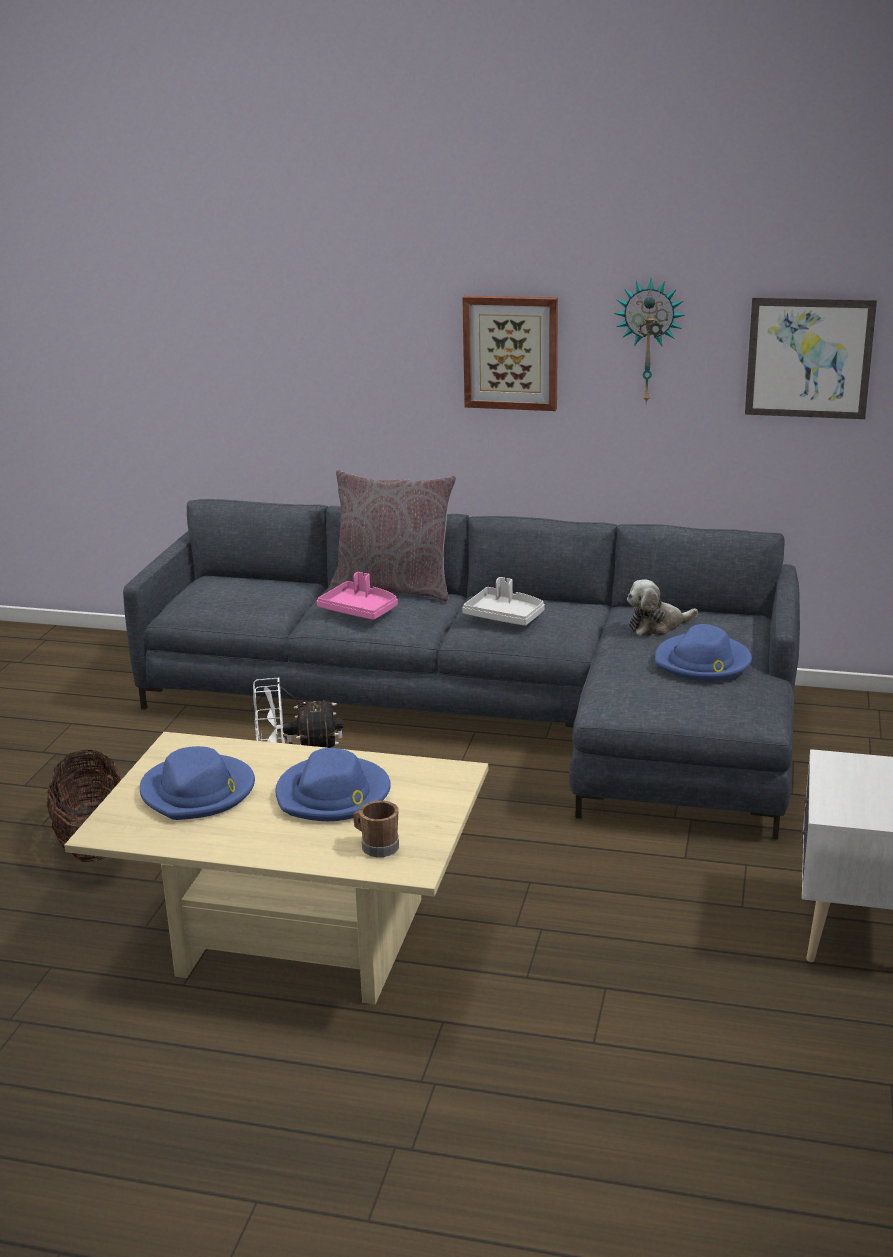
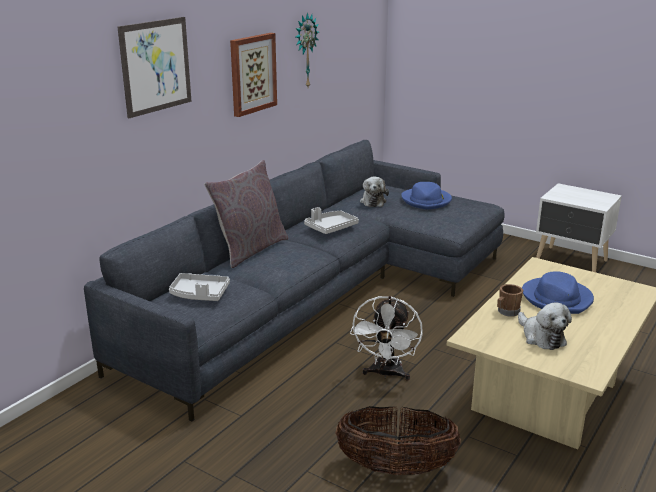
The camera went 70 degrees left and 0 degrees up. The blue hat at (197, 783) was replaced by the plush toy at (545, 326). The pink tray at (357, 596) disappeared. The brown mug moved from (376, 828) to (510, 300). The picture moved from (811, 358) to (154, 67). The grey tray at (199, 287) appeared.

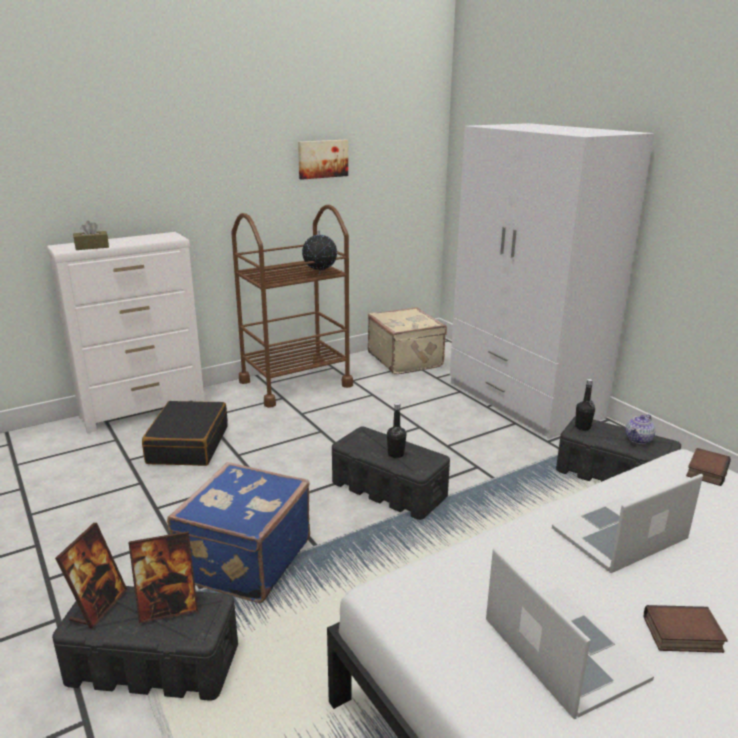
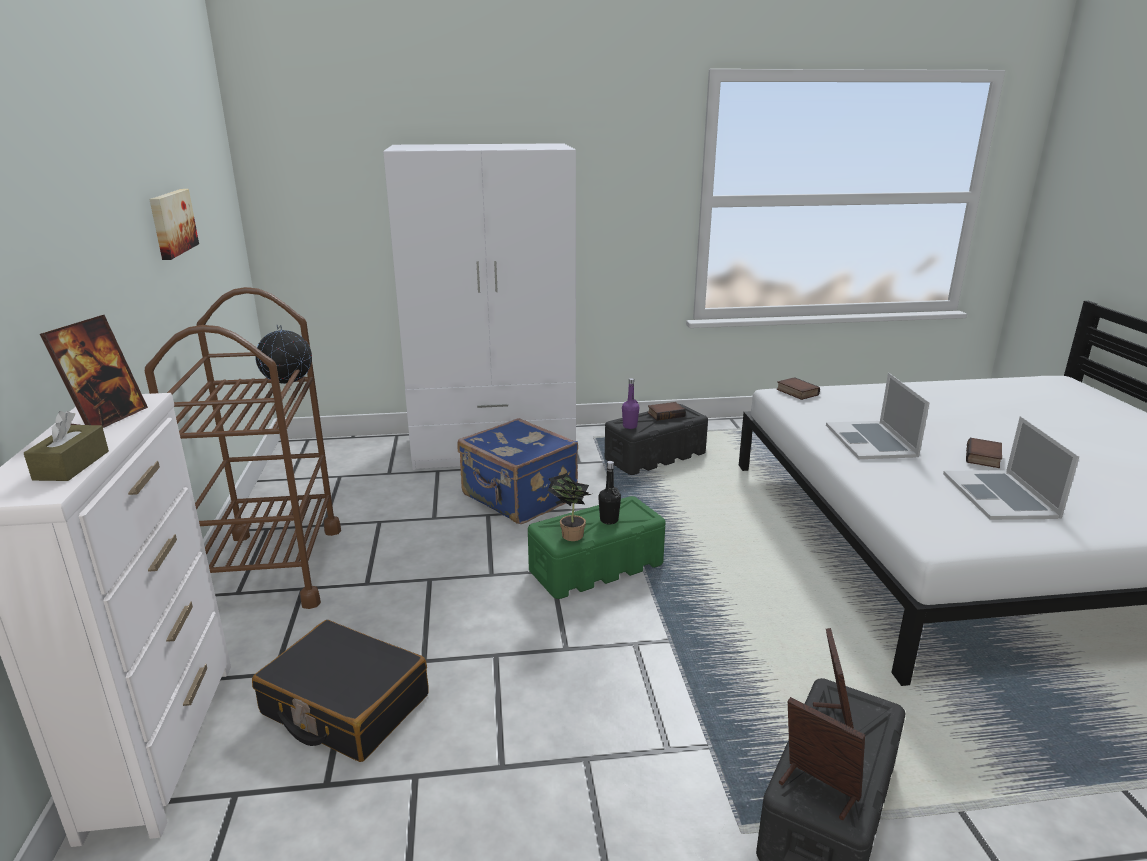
The camera went 65 degrees left and 0 degrees up. The blue suitcase moved from (238, 532) to (517, 471). The black storage box at (391, 473) became the green storage box at (596, 547). The beige suitcase at (407, 340) disappeared. The laptop at (570, 633) turned 90 degrees counterclockwise. The black bottle at (585, 405) became the purple bottle at (630, 403). The teapot at (640, 429) was replaced by the book at (667, 411). The picture frame at (94, 371) appeared. The potted plant at (569, 507) appeared.

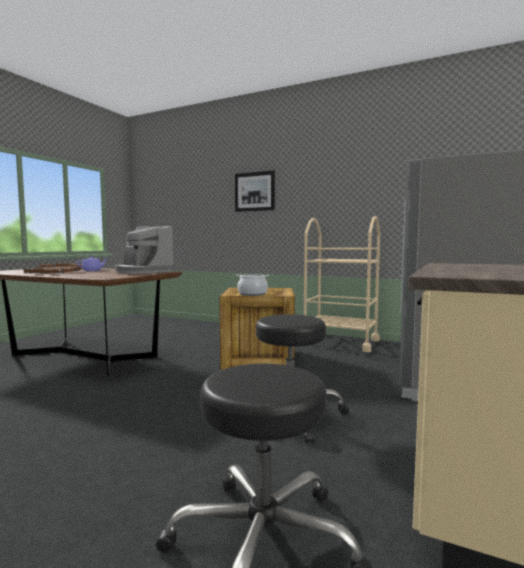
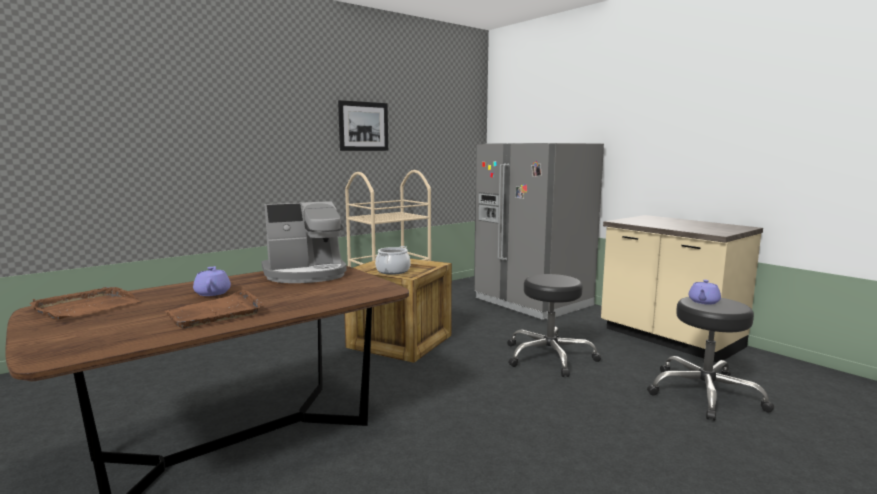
The camera went 65 degrees left and 5 degrees up. The picture moved from (255, 191) to (363, 125). The purple teapot at (705, 292) appeared.

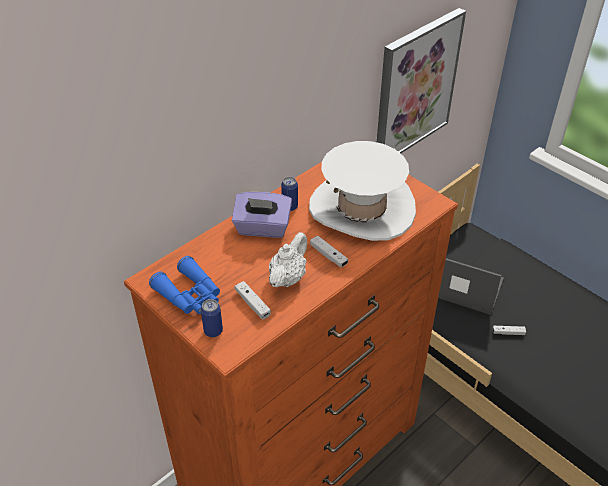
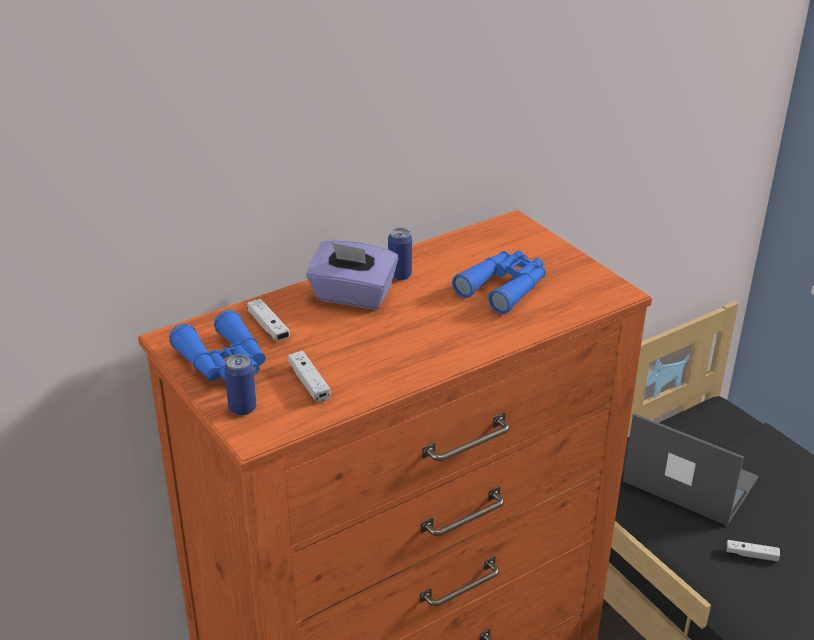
The camera went 10 degrees right and 10 degrees down. The white teapot at (288, 260) disappeared. The white hat at (362, 191) was replaced by the blue binoculars at (499, 282). The white game controller moved from (329, 251) to (268, 320). The picture at (421, 80) disappeared.

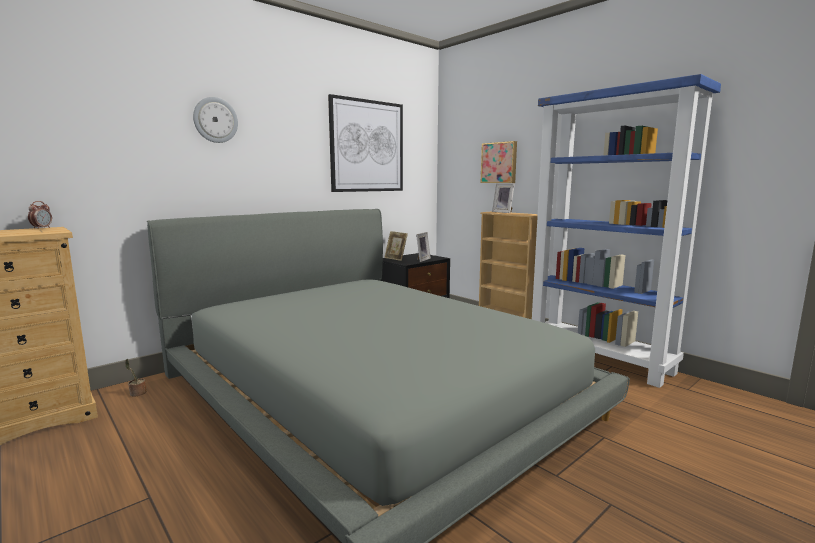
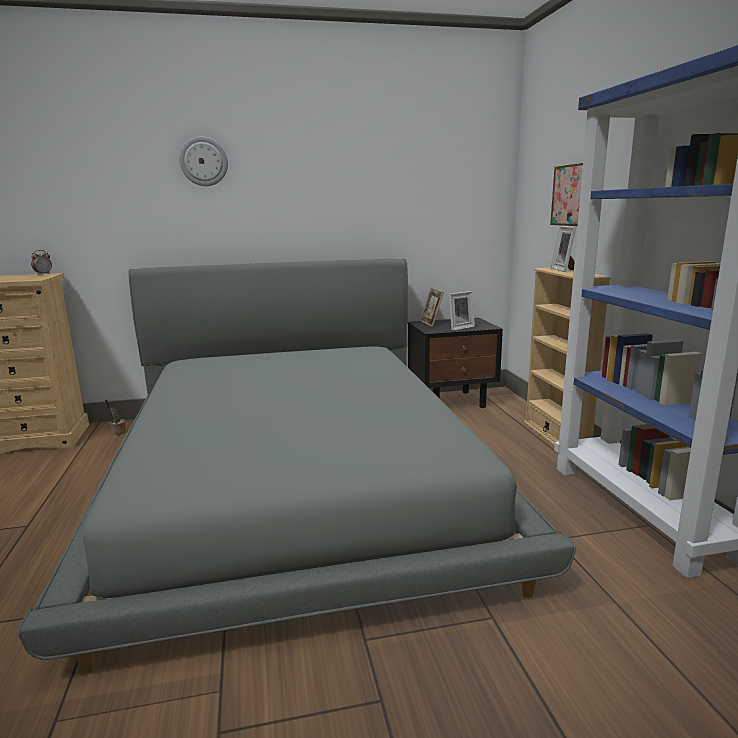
The camera went 30 degrees right and 5 degrees up. The picture at (365, 143) disappeared.

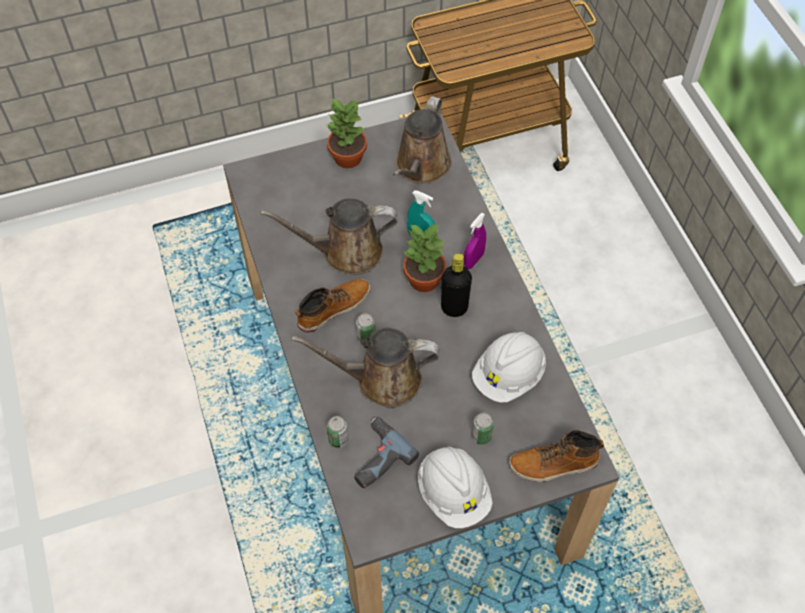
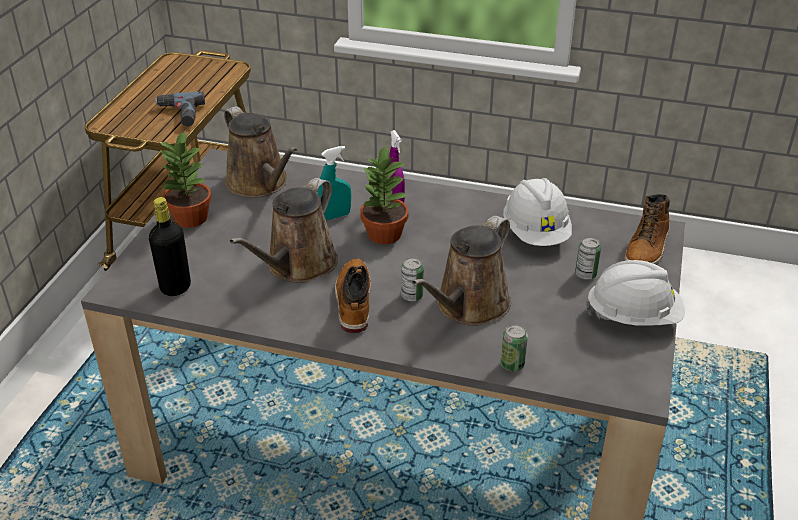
The camera went 55 degrees left and 20 degrees down. The power drill moved from (386, 453) to (179, 109). The black bottle moved from (456, 285) to (170, 246).

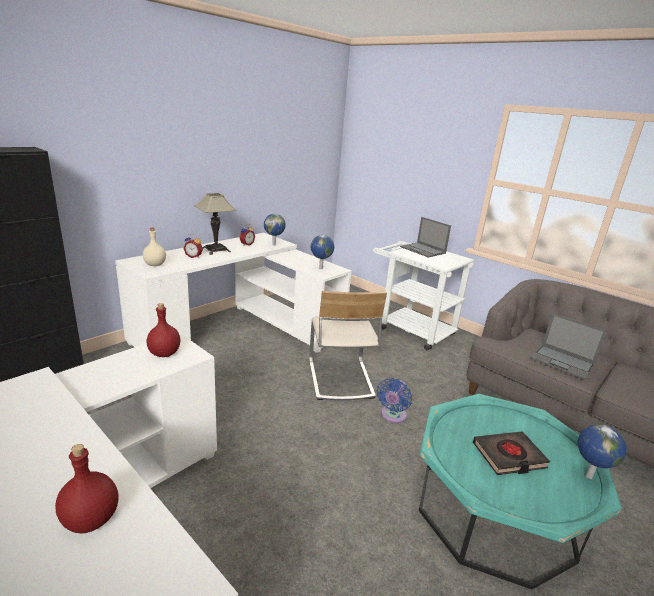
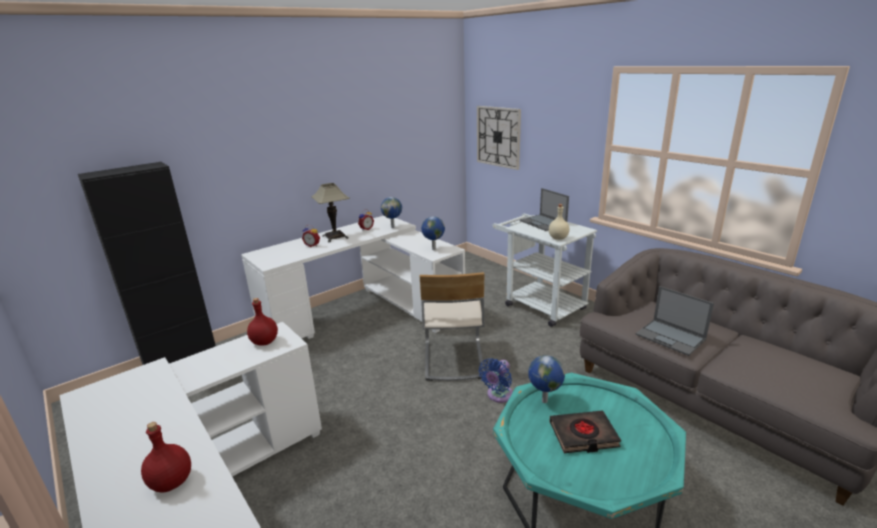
The camera went 10 degrees right and 0 degrees up. The beige bottle moved from (154, 247) to (559, 222). The globe moved from (602, 451) to (546, 379). The wall clock at (499, 138) appeared.

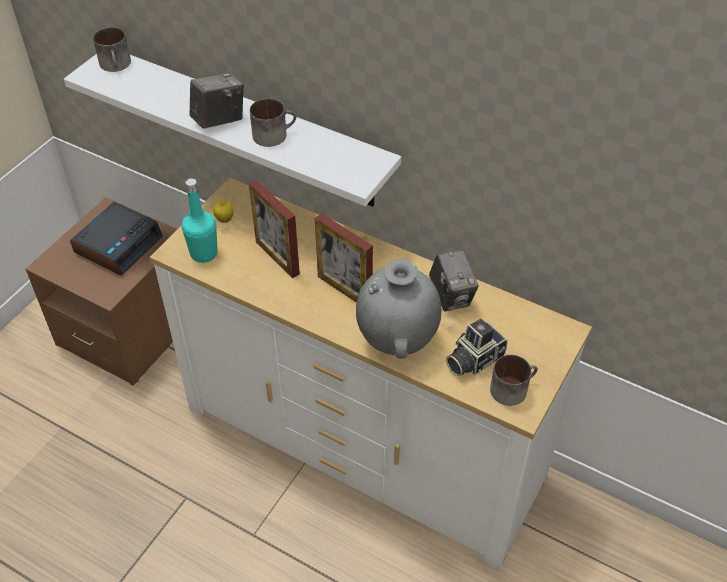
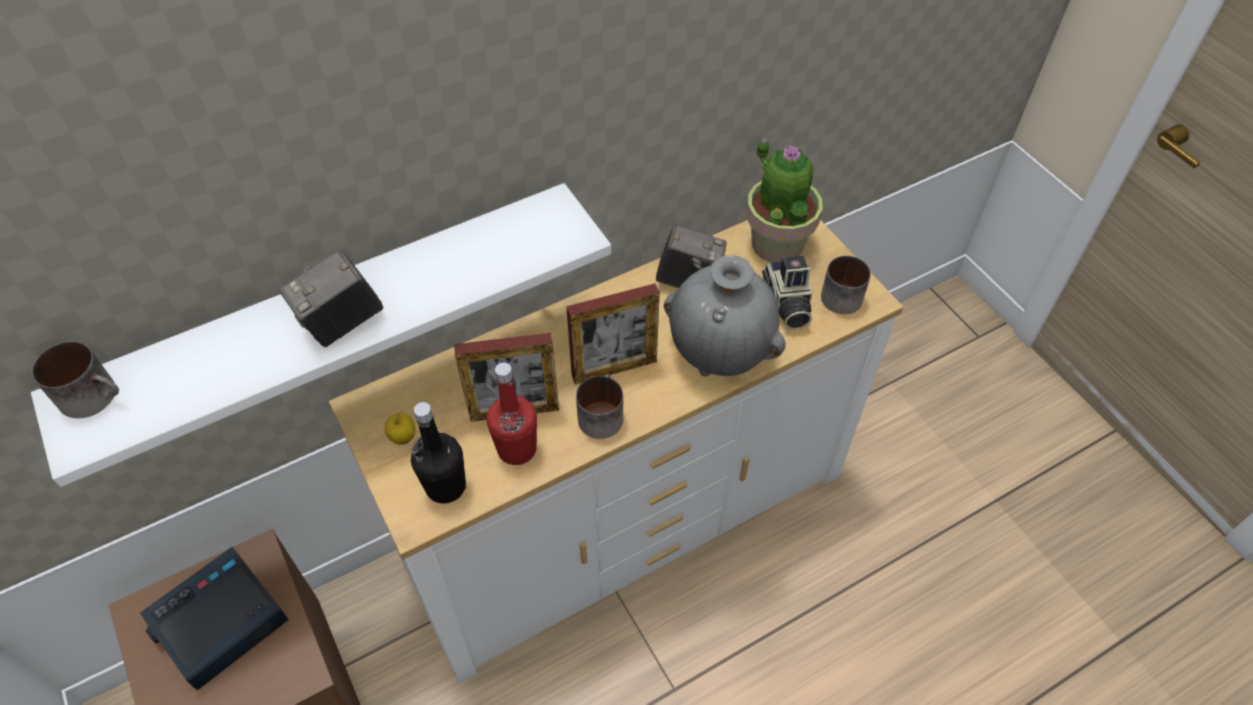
The camera went 60 degrees left and 5 degrees up. The alarm clock at (116, 239) turned 105 degrees counterclockwise. The turquoise bottle at (200, 220) became the black bottle at (438, 453). The photo camera at (217, 101) turned 120 degrees counterclockwise. The mug moved from (273, 122) to (599, 406). The red bottle at (512, 414) appeared. The potted plant at (784, 200) appeared.

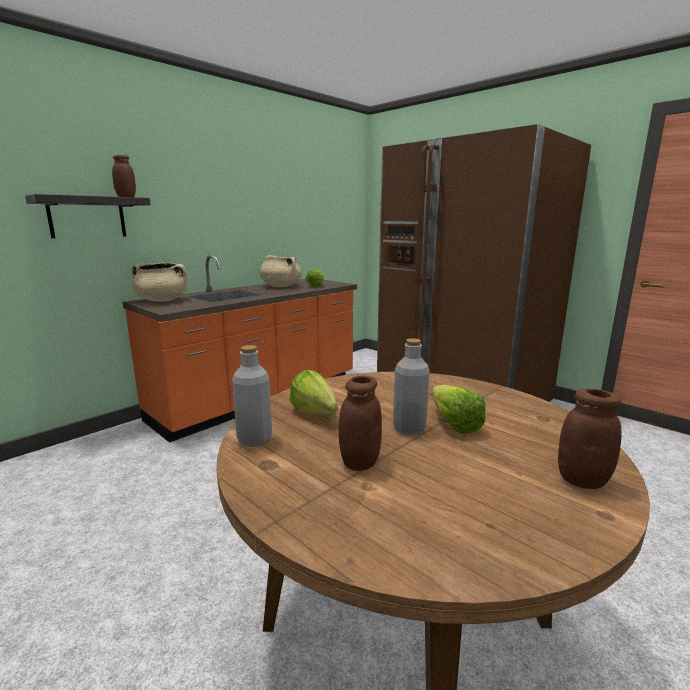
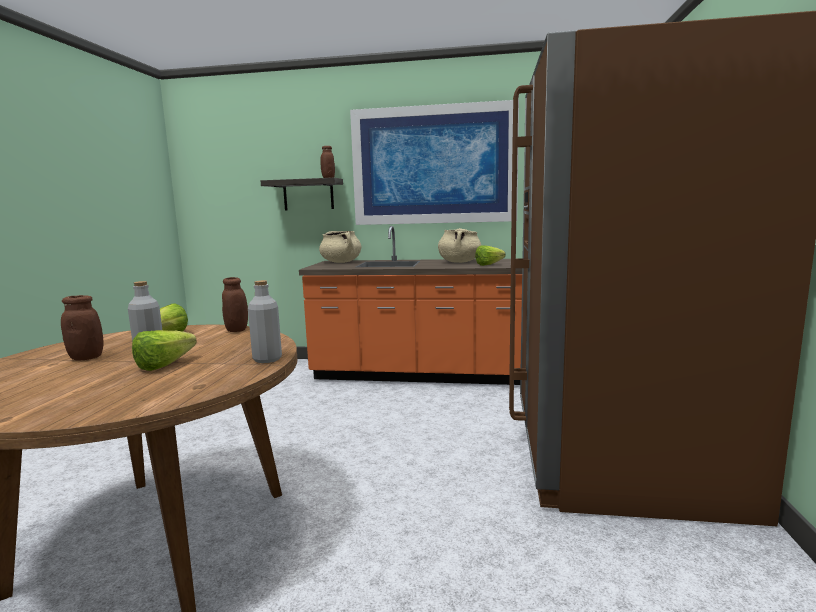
The camera went 55 degrees right and 5 degrees down. The grey bottle moved from (252, 396) to (265, 321). The brown jar moved from (589, 438) to (235, 304). The picture at (434, 162) appeared.

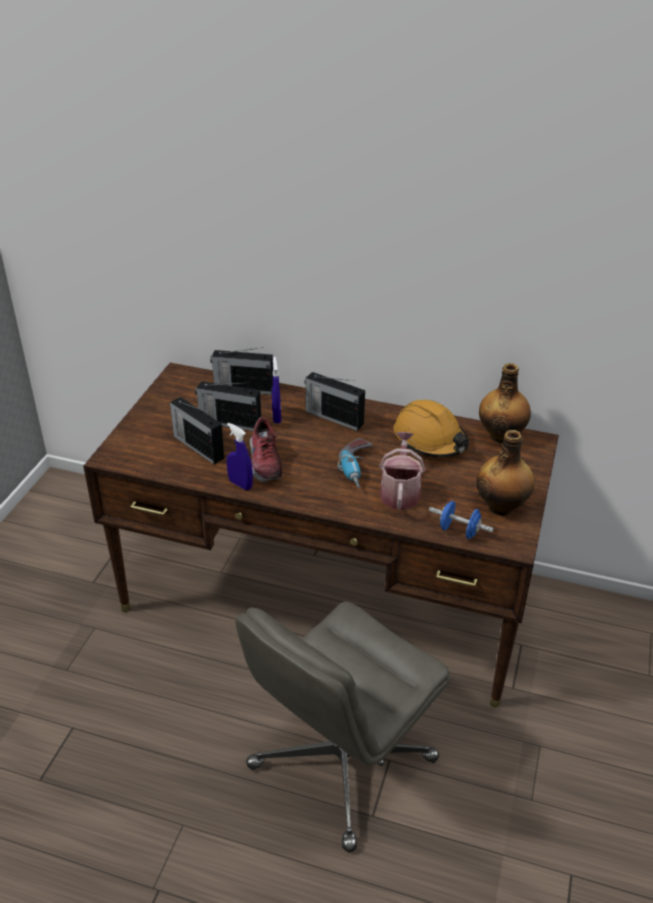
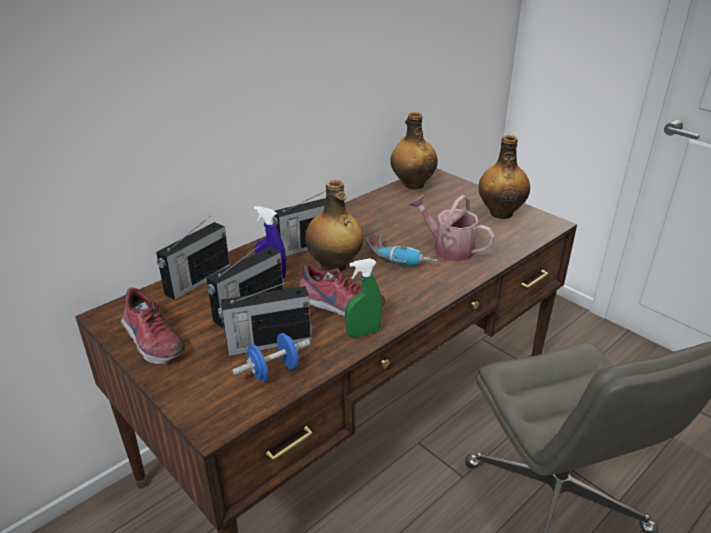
The camera went 60 degrees left and 5 degrees down. The blue spray bottle at (240, 456) became the green spray bottle at (363, 298). The orange hard hat at (431, 428) disappeared. The blue dumbbell moved from (461, 520) to (271, 357). The shoe at (153, 326) appeared. The bottle at (334, 226) appeared.

